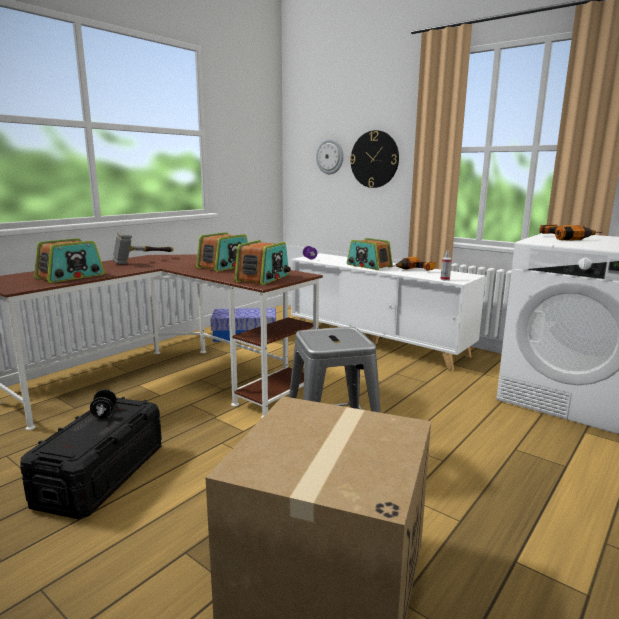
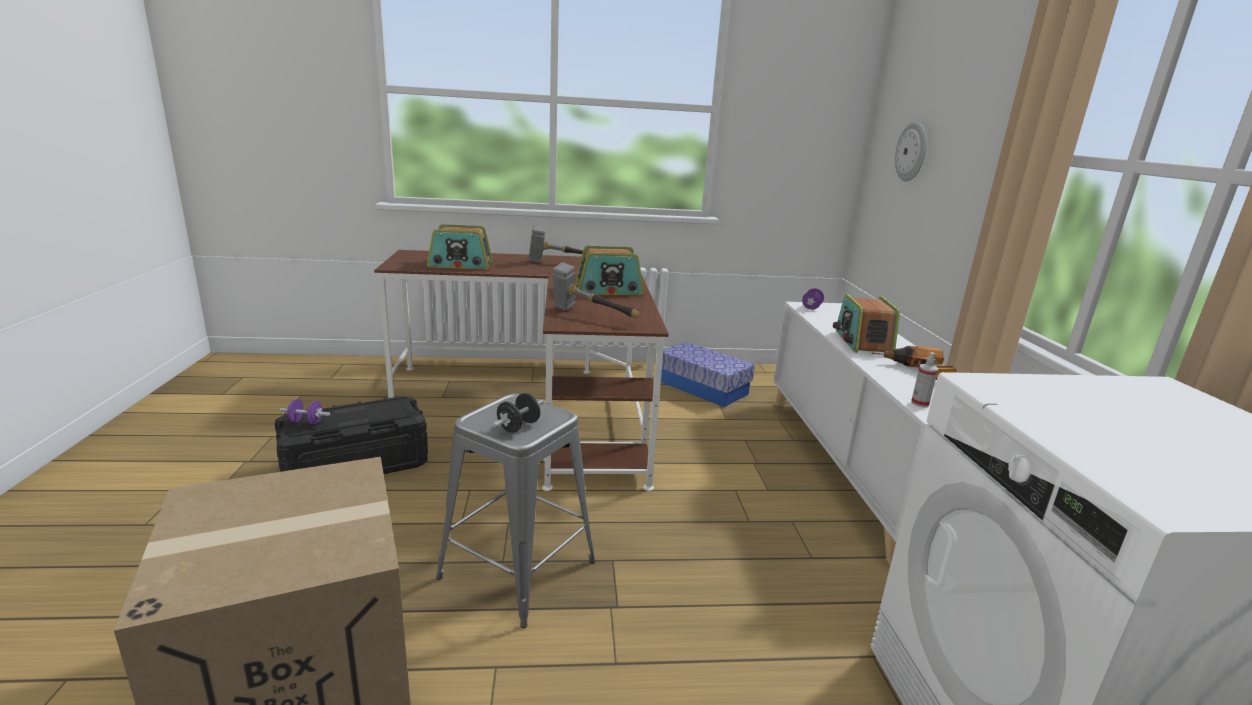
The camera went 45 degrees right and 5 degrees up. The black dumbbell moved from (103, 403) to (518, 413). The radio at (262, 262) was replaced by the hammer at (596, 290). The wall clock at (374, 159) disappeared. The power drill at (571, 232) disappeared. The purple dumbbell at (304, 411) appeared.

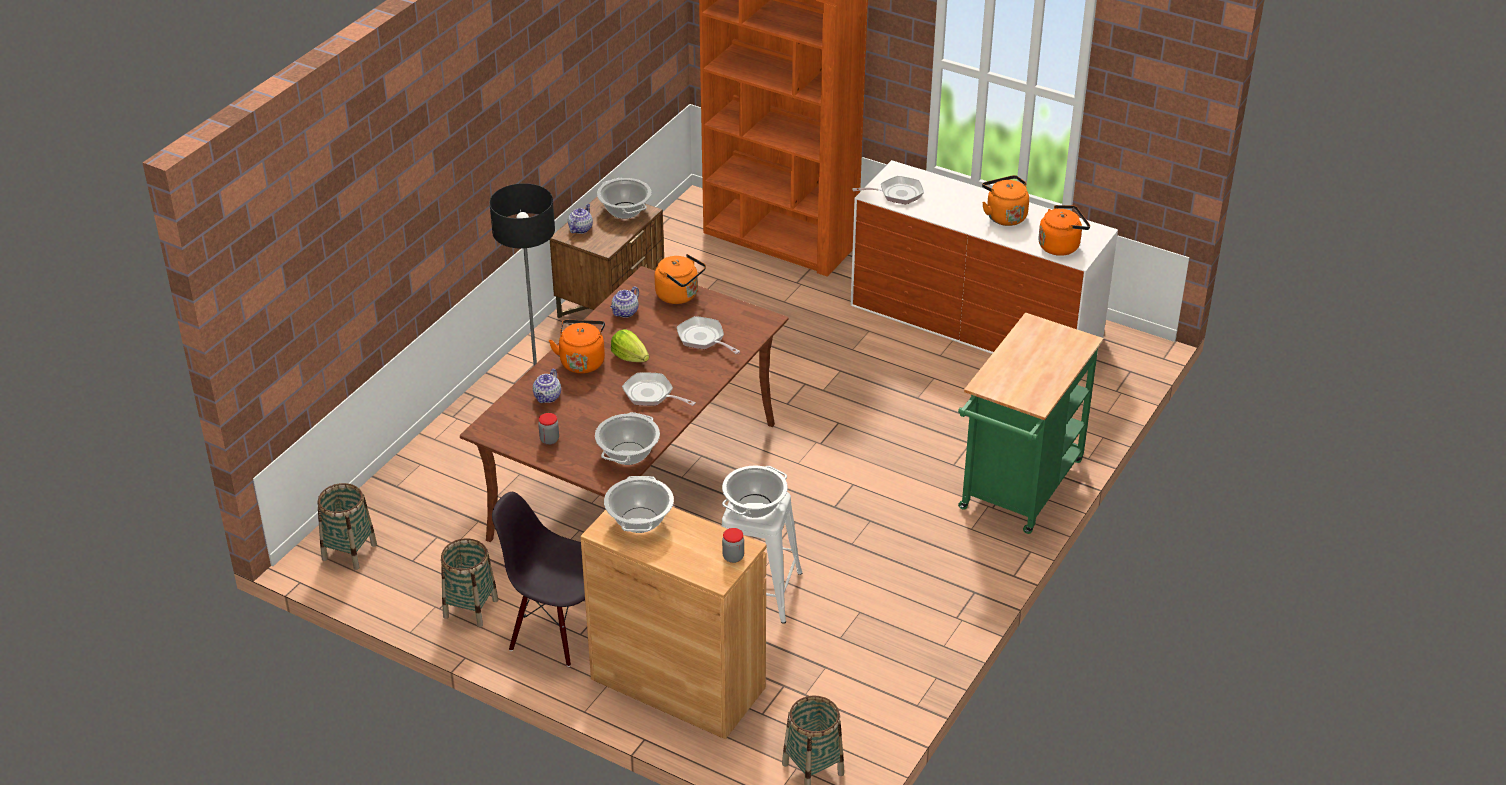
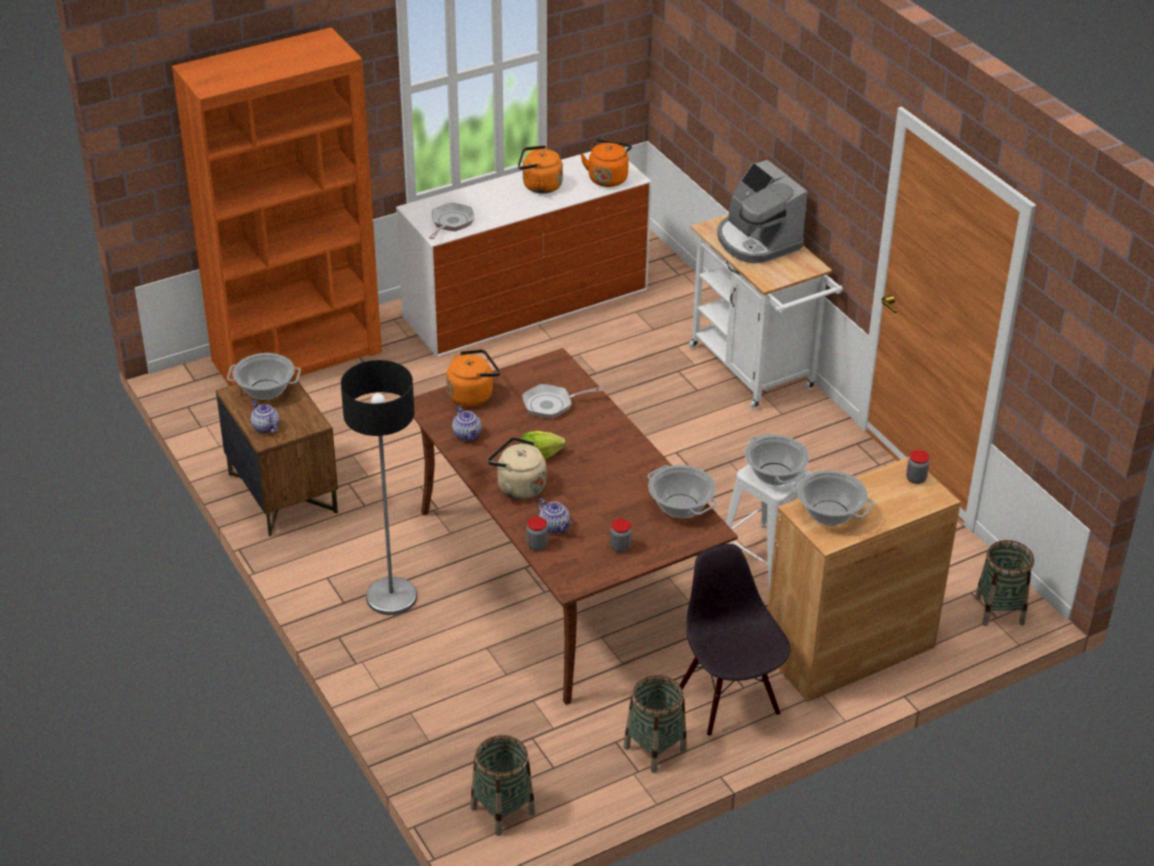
The camera went 60 degrees left and 0 degrees up. The black chair at (538, 579) turned 105 degrees clockwise. The orange kettle at (577, 347) became the beige kettle at (517, 468). The frying pan at (659, 389) disappeared. The green cart at (1031, 423) became the white cart at (766, 311). The jar at (537, 534) appeared. The coffee machine at (762, 211) appeared.

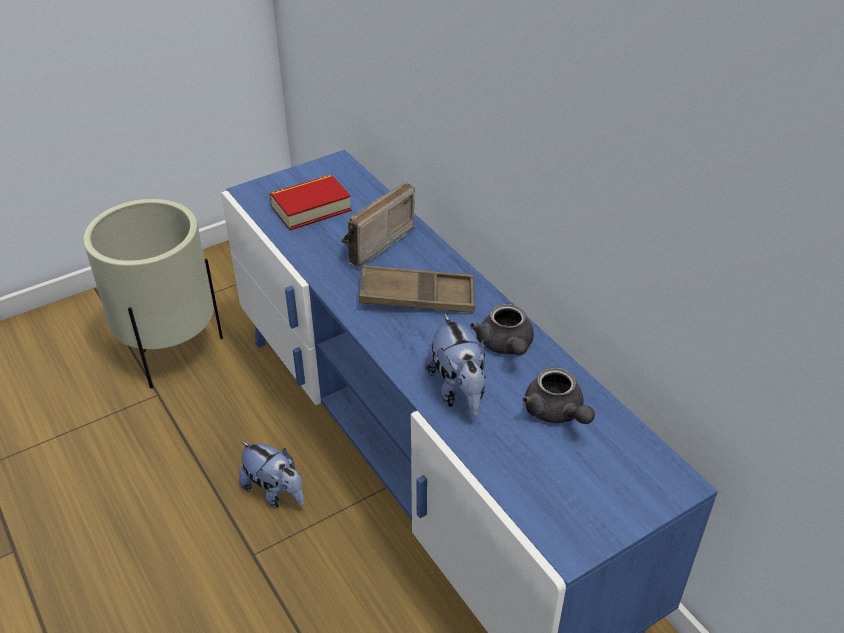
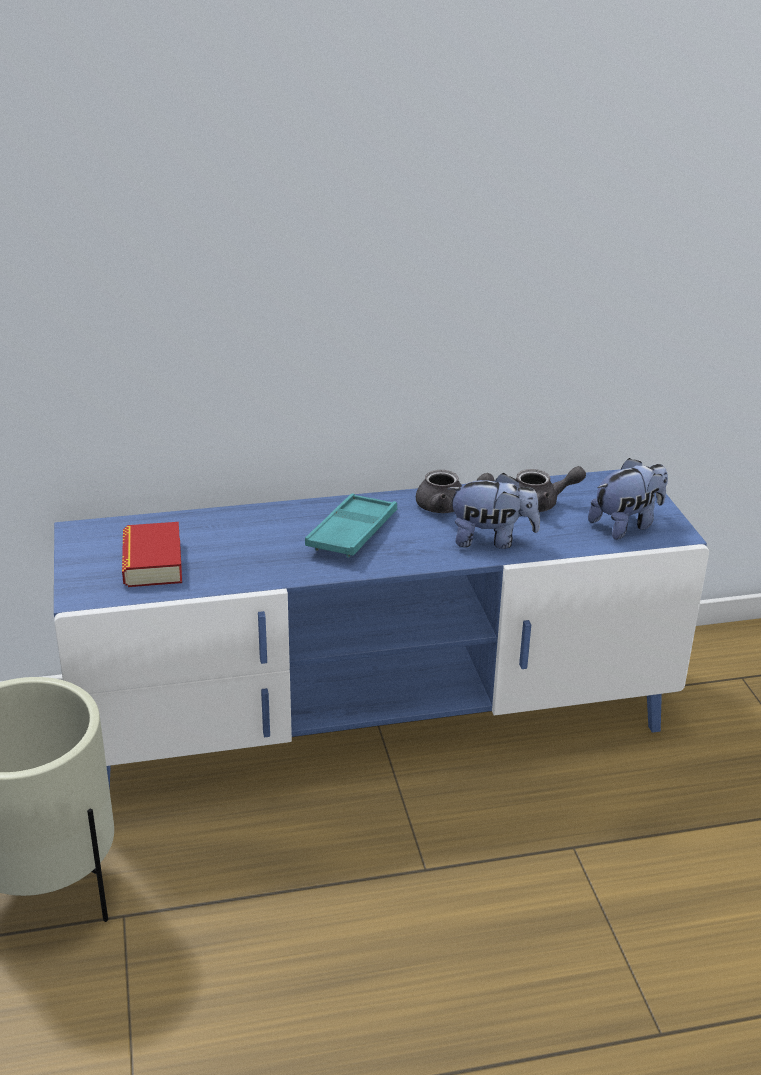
The camera went 70 degrees left and 10 degrees down. The plush toy moved from (271, 474) to (628, 499). The radio at (378, 225) disappeared. The brown tray at (417, 289) became the turquoise tray at (351, 525).

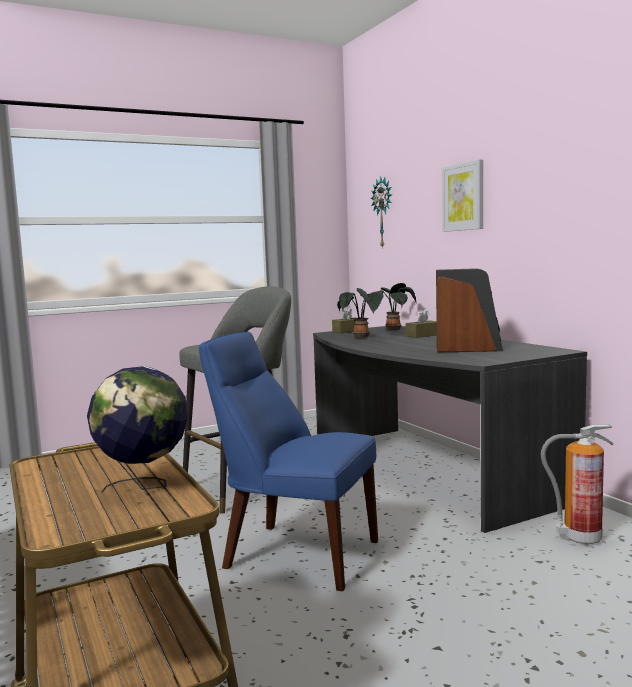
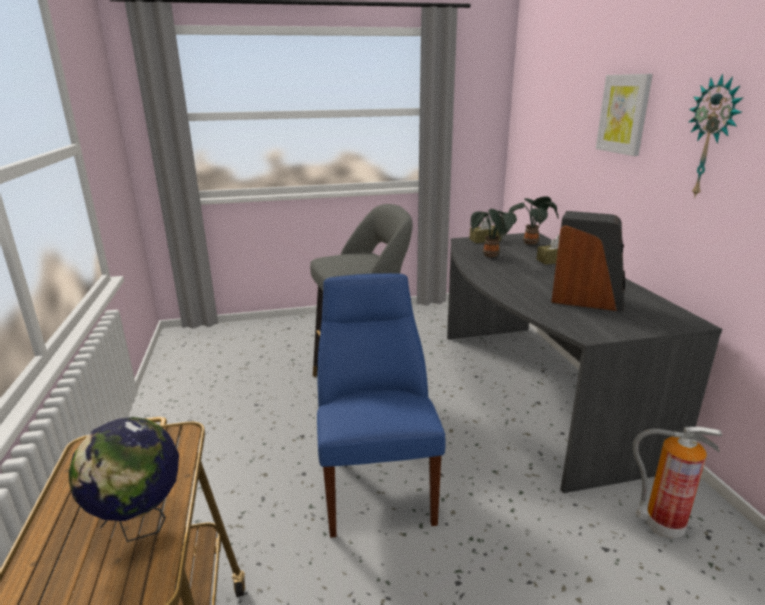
The camera went 15 degrees right and 15 degrees up. The blue chair at (288, 461) turned 45 degrees clockwise. The wall clock moved from (381, 212) to (716, 136).

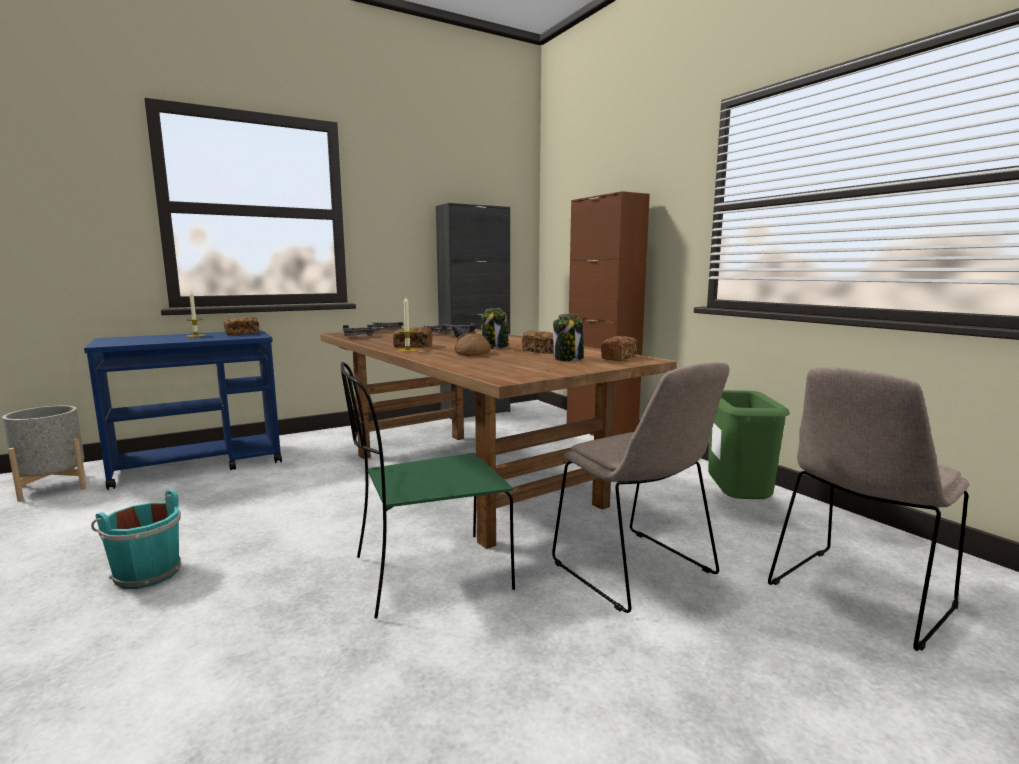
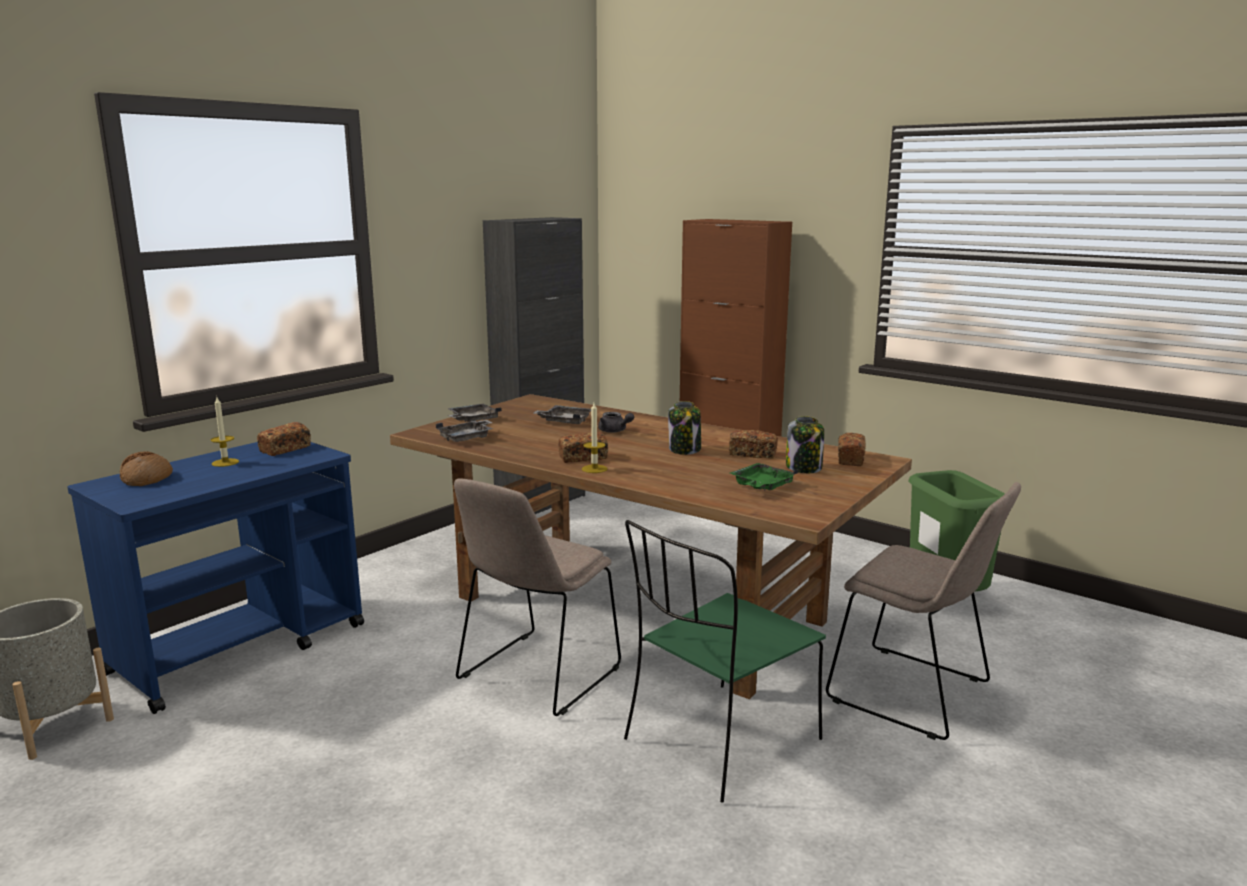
The camera went 20 degrees left and 5 degrees up. The turquoise bucket at (136, 539) disappeared. The bread moved from (472, 344) to (146, 468). The beige chair moved from (869, 509) to (537, 597). The green tray at (764, 477) appeared.

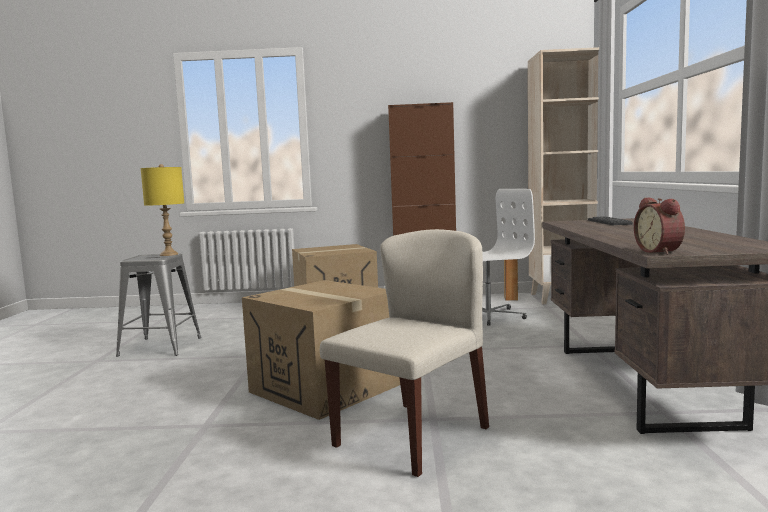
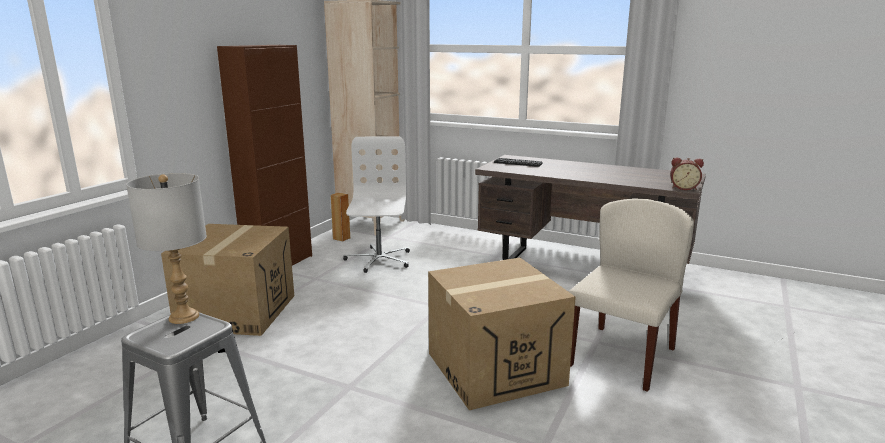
The camera went 65 degrees left and 10 degrees up. The yellow table lamp at (162, 210) became the grey table lamp at (166, 248). The beige chair at (404, 353) turned 60 degrees clockwise.

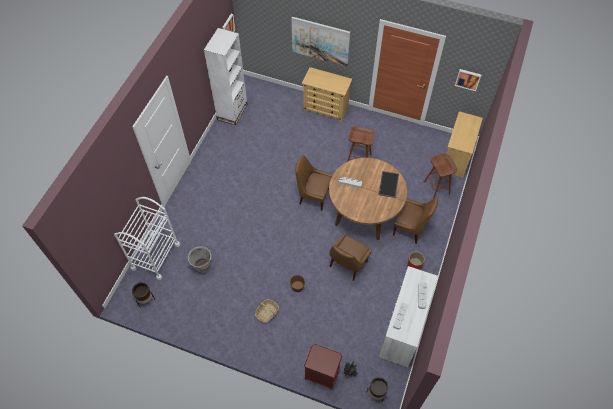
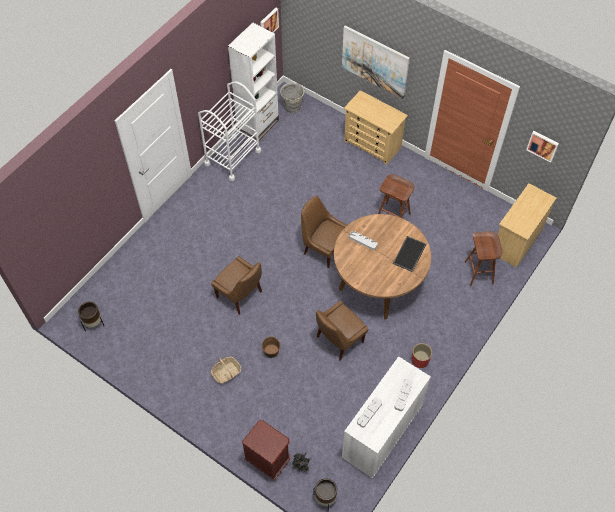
The camera went 15 degrees right and 0 degrees up. The white cart moved from (147, 238) to (229, 131). The grey bucket moved from (200, 260) to (293, 97). The brown chair moved from (415, 221) to (236, 285).

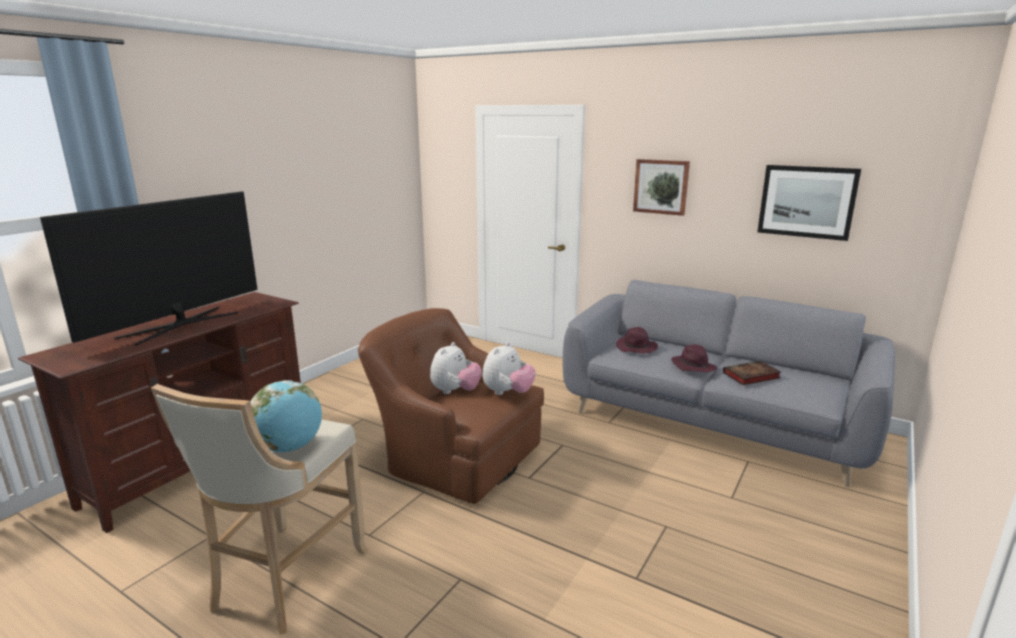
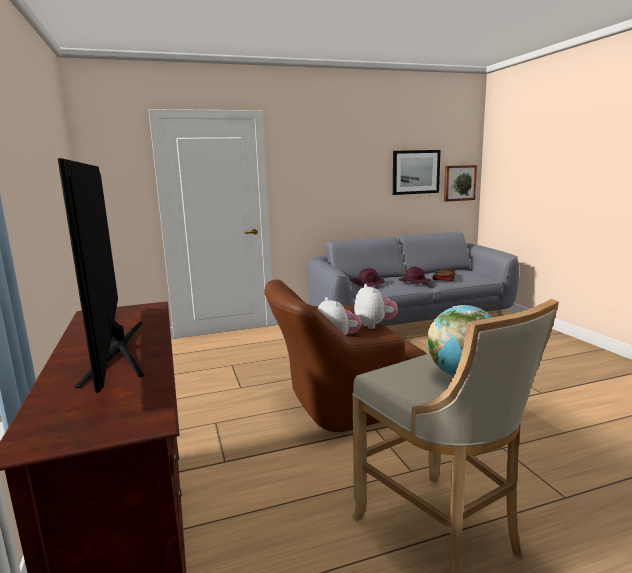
The camera went 50 degrees left and 5 degrees down. The picture moved from (661, 187) to (460, 183).

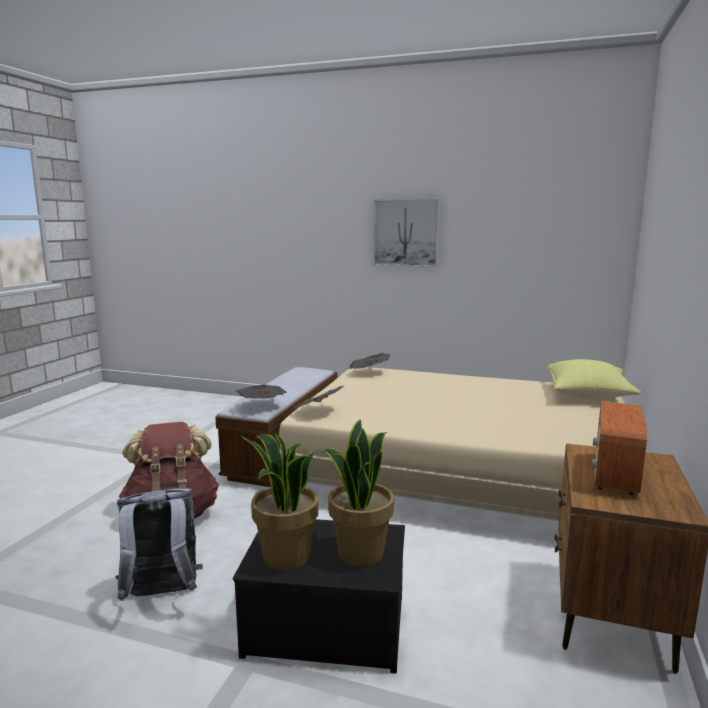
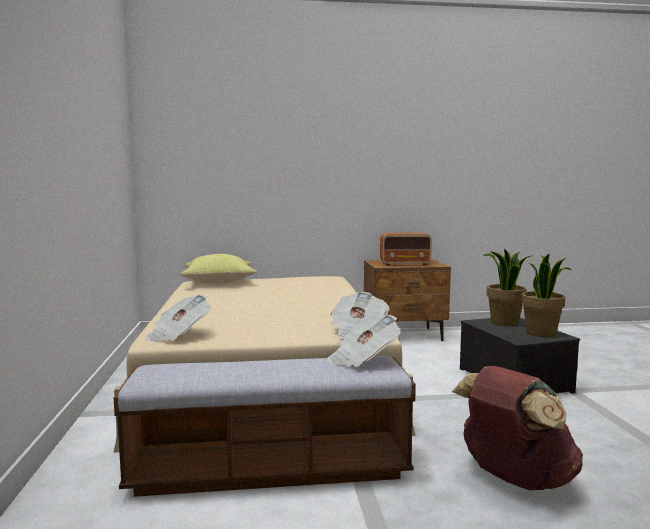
The camera went 115 degrees left and 5 degrees down. The grey backpack at (159, 544) disappeared. The picture at (406, 233) disappeared.

